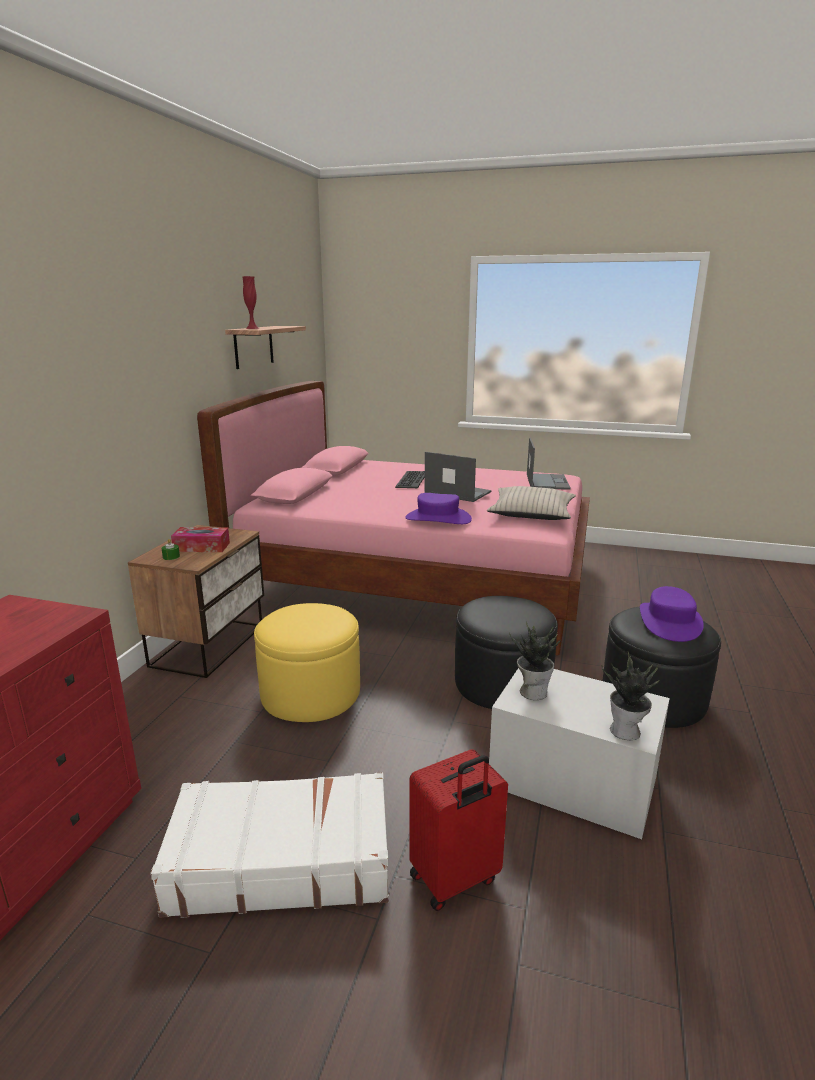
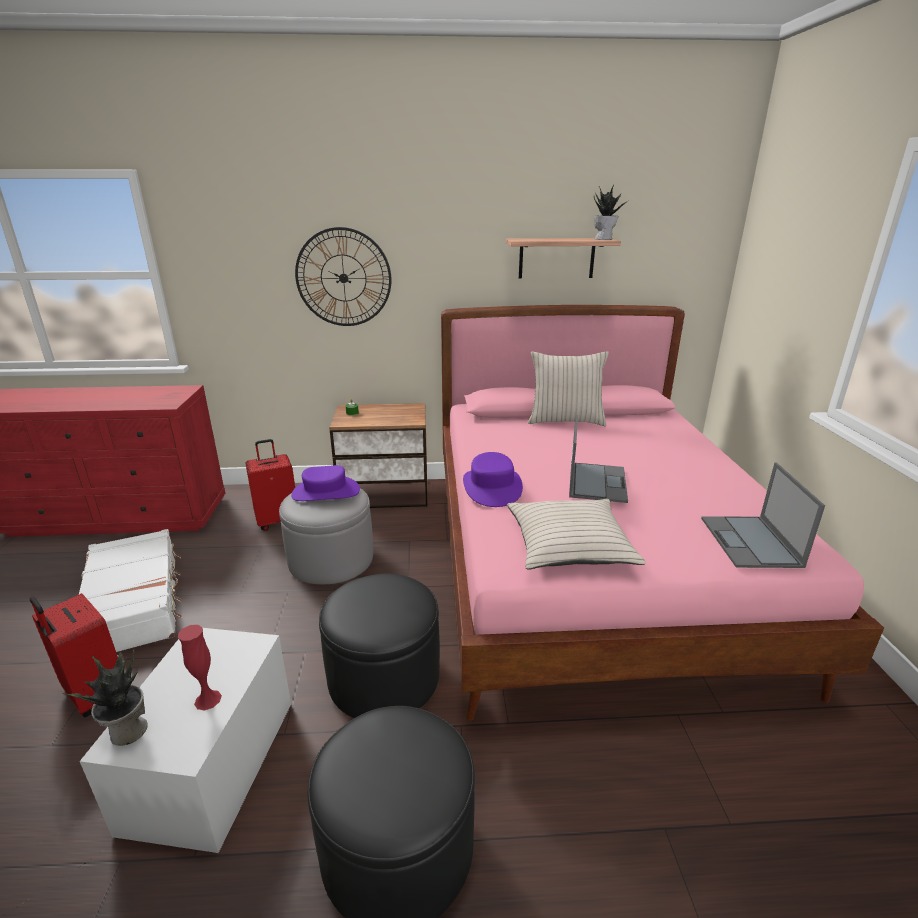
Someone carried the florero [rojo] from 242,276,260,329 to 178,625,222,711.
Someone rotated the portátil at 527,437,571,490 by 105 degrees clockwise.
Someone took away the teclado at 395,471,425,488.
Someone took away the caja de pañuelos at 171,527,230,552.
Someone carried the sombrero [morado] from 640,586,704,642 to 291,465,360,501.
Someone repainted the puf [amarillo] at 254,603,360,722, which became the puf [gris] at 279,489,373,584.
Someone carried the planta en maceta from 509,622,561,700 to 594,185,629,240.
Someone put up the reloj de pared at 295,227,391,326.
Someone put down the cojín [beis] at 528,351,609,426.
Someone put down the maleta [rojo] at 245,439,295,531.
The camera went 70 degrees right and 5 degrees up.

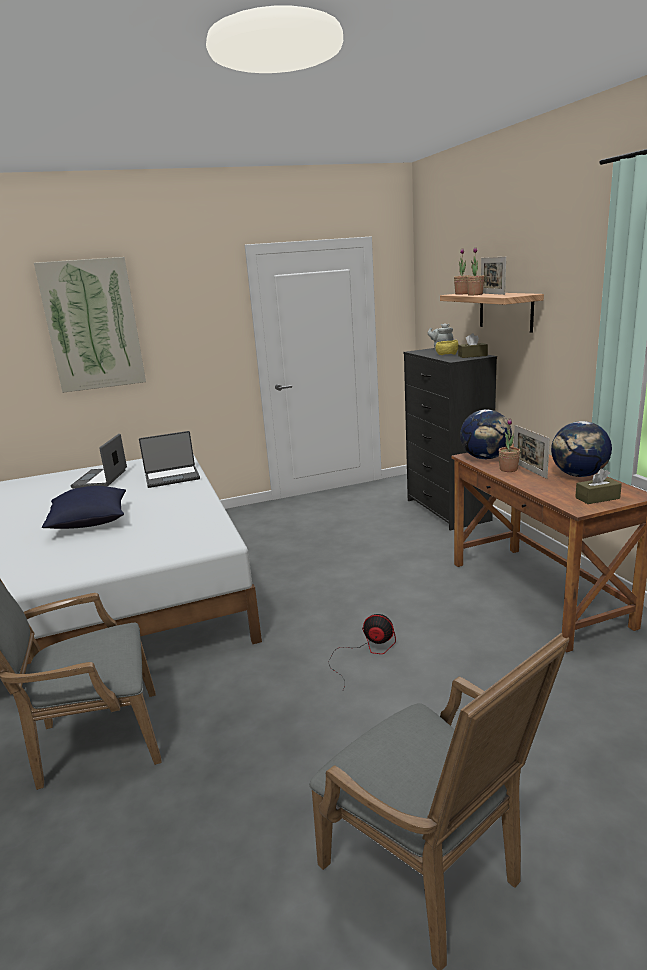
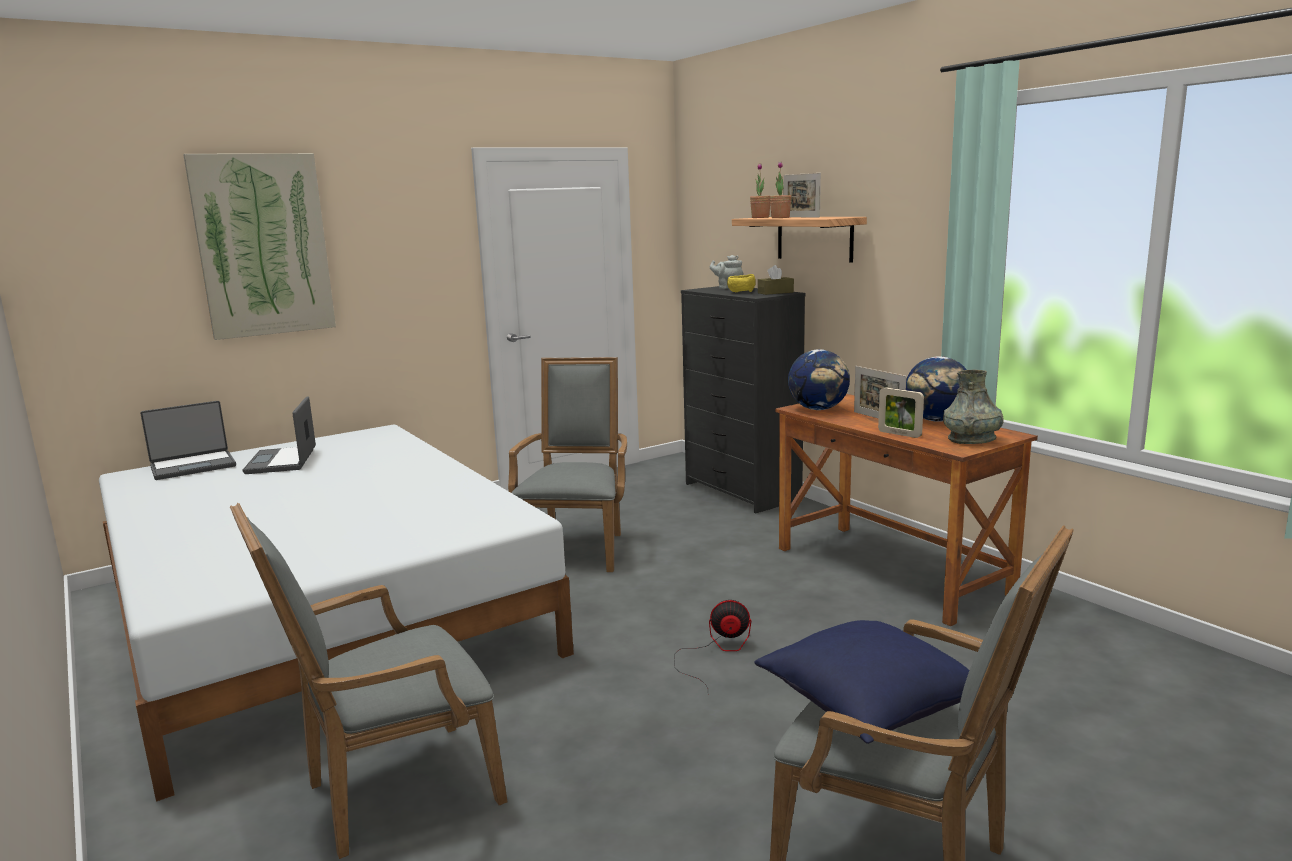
Someone took away the planta en maceta at 499,418,520,472.
Someone carried the portátil from 139,431,200,488 to 140,401,236,480.
Someone swapped the caja de pañuelos [marrón] at 575,469,622,504 for the florero [gris] at 943,370,1004,444.
Someone carried the cojín [azul] from 42,486,126,529 to 754,620,969,744.
Someone put down the sillón [gris] at 508,357,627,572.
Someone put down the portarretratos at 878,387,924,438.
The camera went 15 degrees left and 5 degrees down.

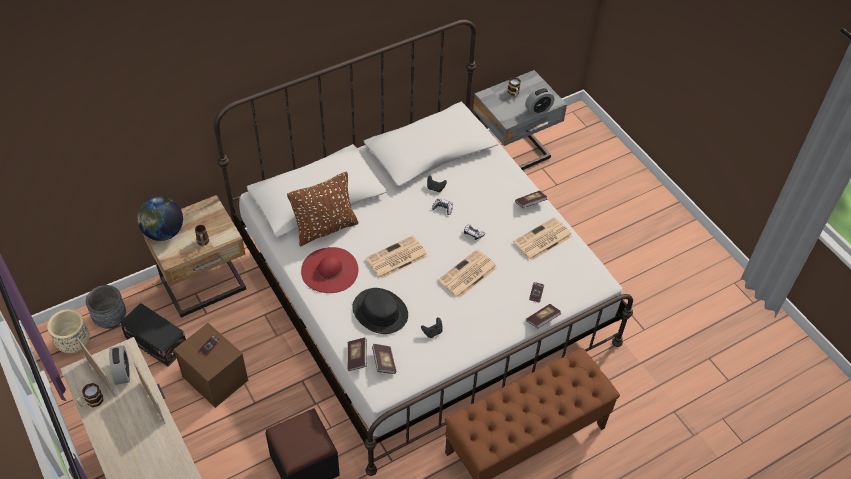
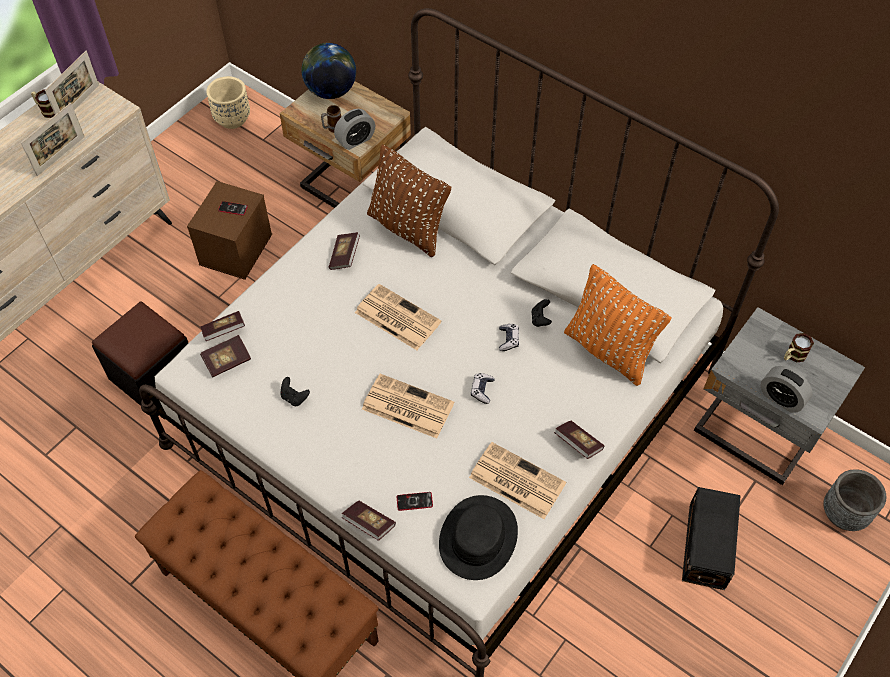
Someone swapped the sombrero [rojo] at 301,247,358,293 for the libro at 329,232,360,270.
Someone carried the maceta [gris] from 86,285,126,329 to 823,469,886,531.
Someone carried the sombrero [negro] from 352,288,408,334 to 439,495,518,580.
Someone carried the caja de almacenaje [negro] from 120,303,186,367 to 682,487,741,590.
Someone carried the despertador from 109,345,130,385 to 334,109,375,150.
Someone put down the cojín [naranja] at 564,264,672,386.
The camera went 70 degrees right and 5 degrees up.

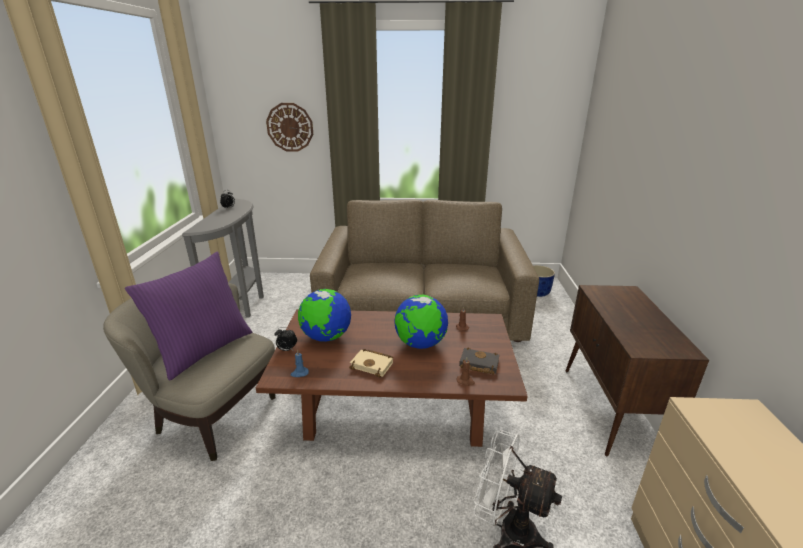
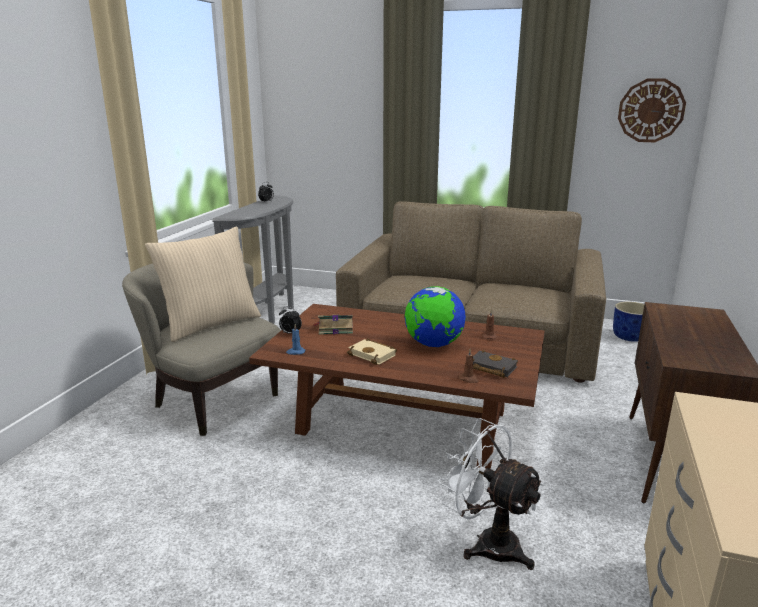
Someone carried the reloj de pared from 266,103,313,152 to 618,78,686,142.
Someone repainted the cojín [morado] at 125,252,252,381, which became the cojín [beis] at 145,227,261,342.
Someone swapped the globo terráqueo at 298,289,351,342 for the libro at 313,314,353,335.
The camera went 15 degrees right and 5 degrees down.

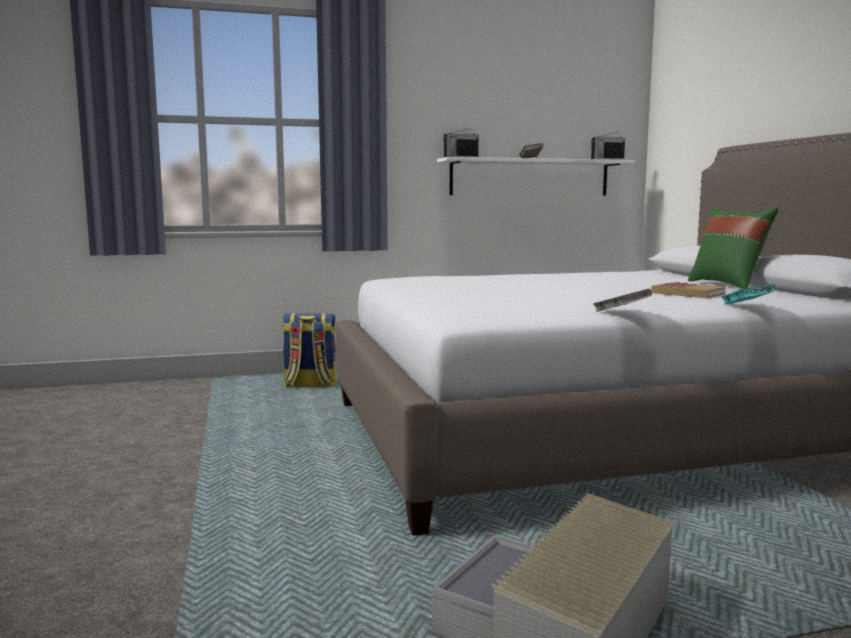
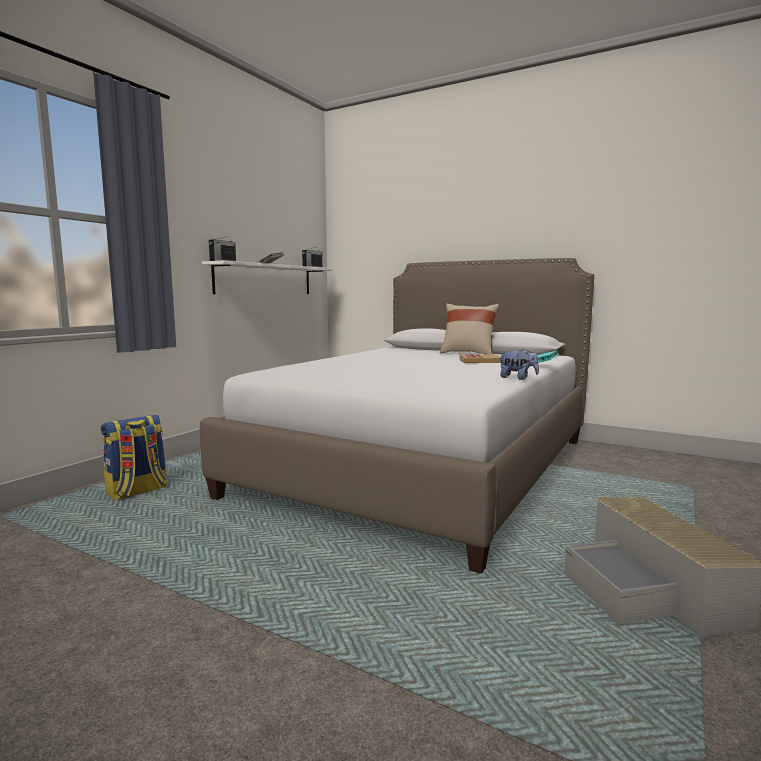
Someone repainted the cojín [verde] at 688,207,778,289, which became the cojín [beis] at 440,303,499,355.
Someone swapped the libro [gris] at 593,289,652,312 for the peluche at 499,349,539,380.
The camera went 45 degrees left and 0 degrees up.

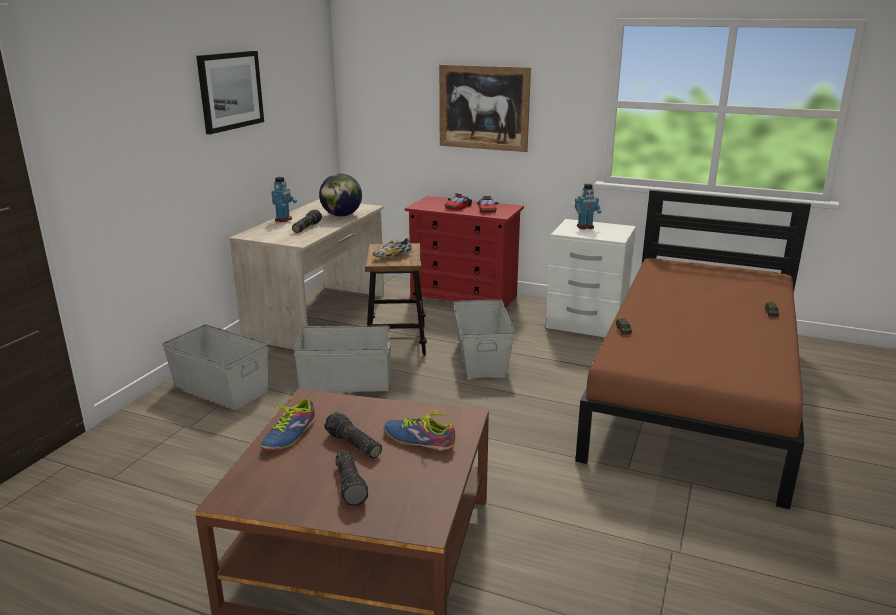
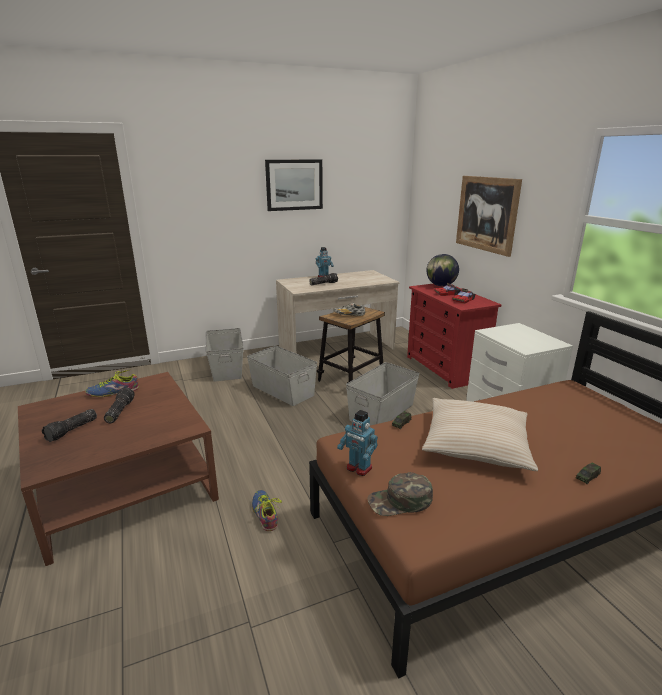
Someone carried the globo terráqueo from 319,173,362,216 to 427,254,459,286.
Someone carried the robot de juguete from 575,184,601,229 to 337,410,378,476.
Someone carried the zapato from 384,410,455,451 to 252,490,282,531.
Someone put down the cojín [beis] at 422,398,538,471.
Someone put down the gorra [verde] at 367,472,433,516.
The camera went 45 degrees right and 0 degrees up.

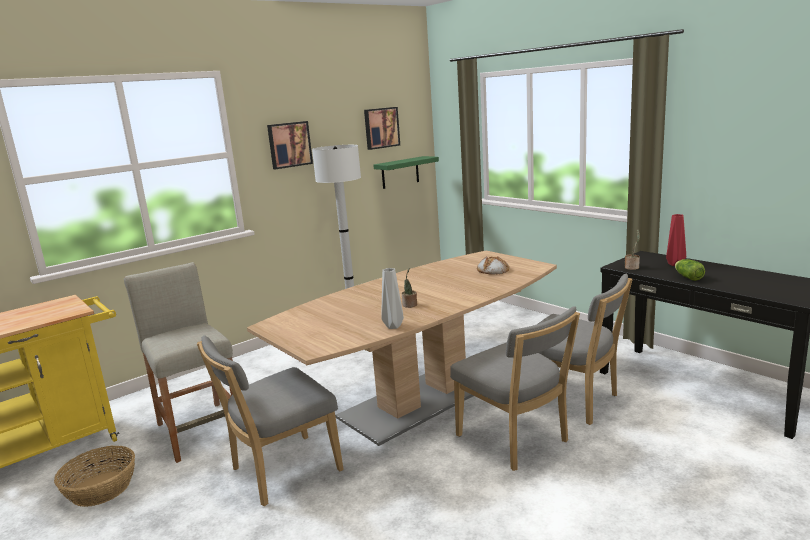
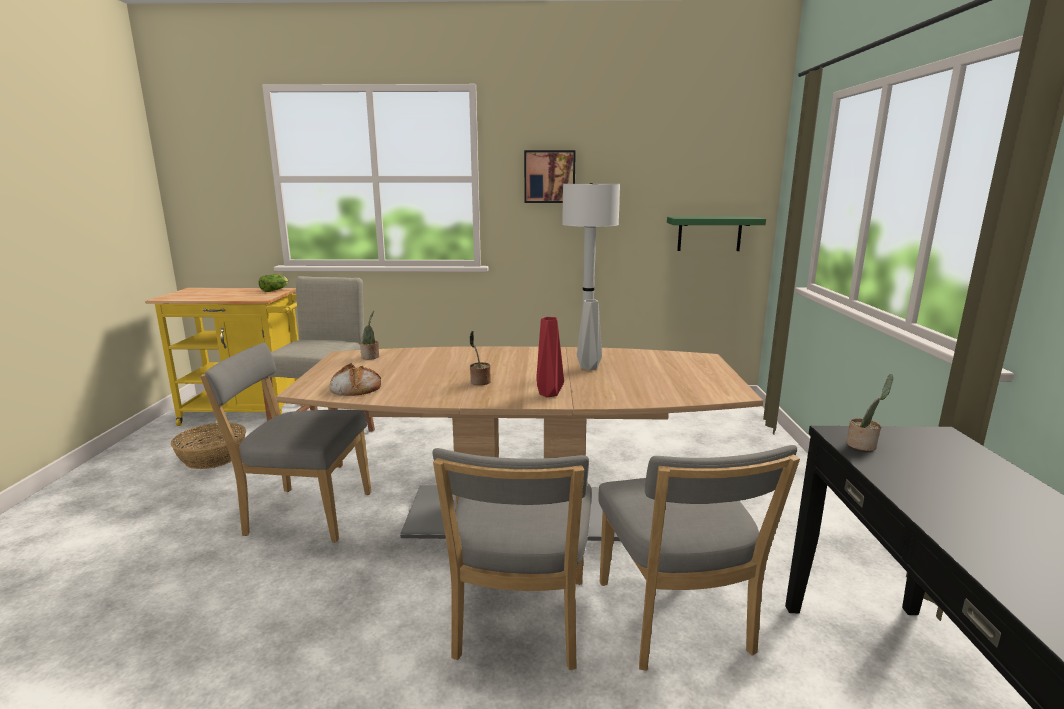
Someone took away the cuadro at 364,107,400,150.
Someone carried the florero [rojo] from 666,214,686,266 to 536,317,564,397.
Someone carried the pan from 477,256,509,275 to 329,363,381,396.
Someone carried the lechuga from 675,259,705,281 to 258,274,289,292.
Someone carried the florero [gris] from 381,268,404,329 to 577,299,602,370.
Someone put down the planta en maceta at 360,311,379,360.
The camera went 40 degrees right and 0 degrees up.

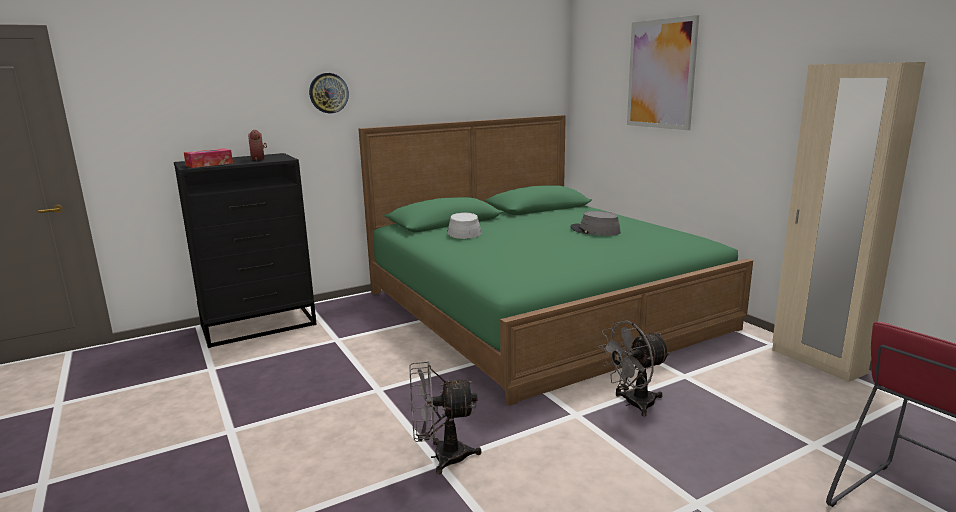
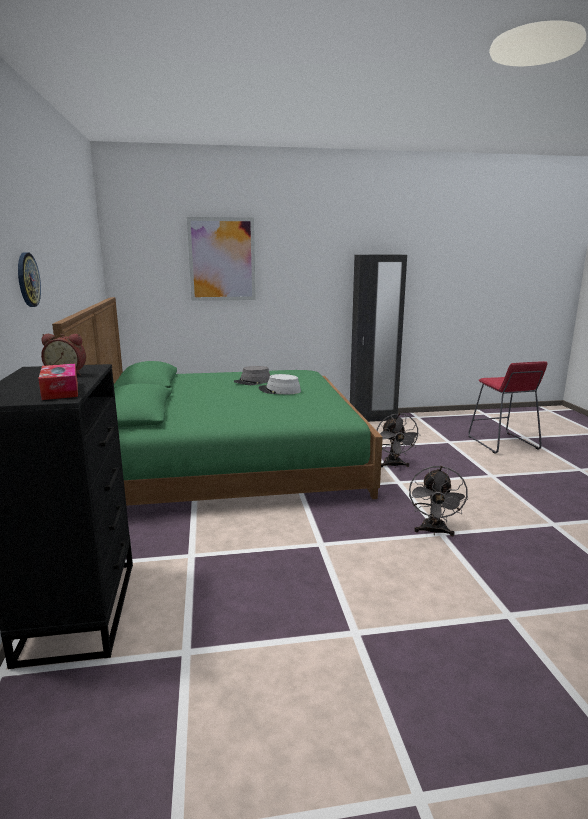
Someone repainted the armario ropero [beis] at 772,62,925,382, which became the armario ropero [negro] at 350,255,407,422.
Someone carried the sombrero [gris] from 448,213,481,239 to 259,374,301,394.
The camera went 70 degrees left and 0 degrees up.

